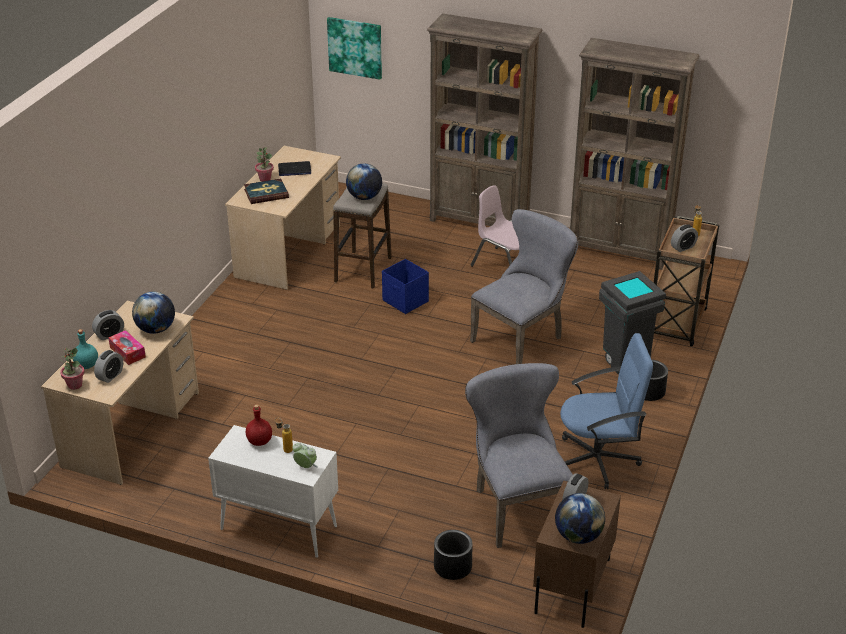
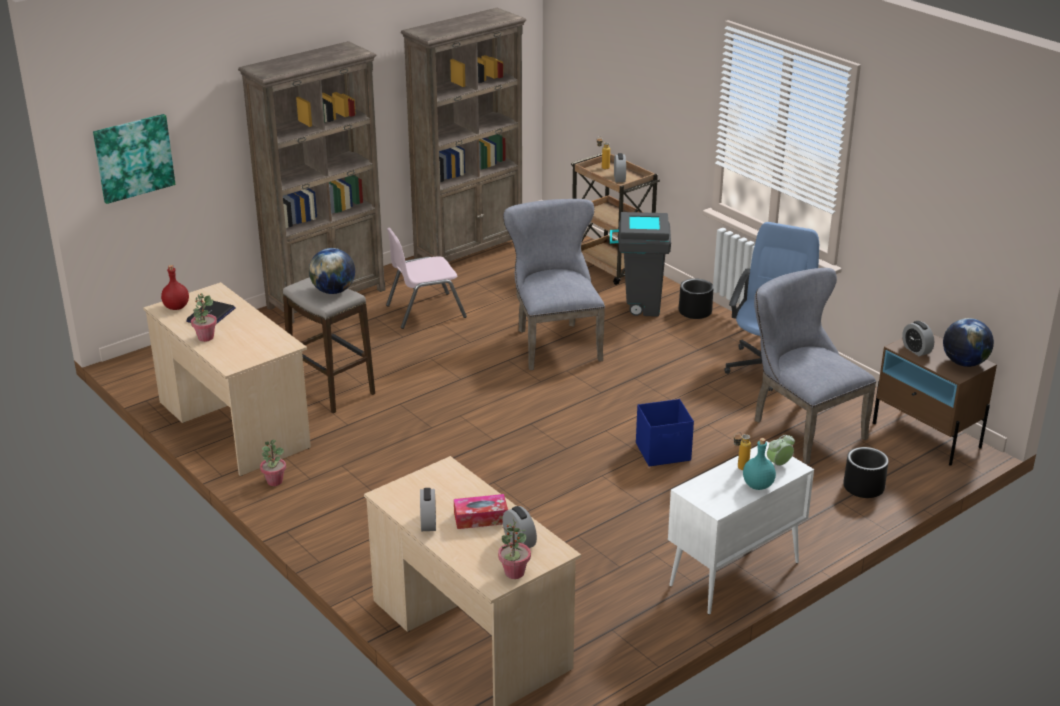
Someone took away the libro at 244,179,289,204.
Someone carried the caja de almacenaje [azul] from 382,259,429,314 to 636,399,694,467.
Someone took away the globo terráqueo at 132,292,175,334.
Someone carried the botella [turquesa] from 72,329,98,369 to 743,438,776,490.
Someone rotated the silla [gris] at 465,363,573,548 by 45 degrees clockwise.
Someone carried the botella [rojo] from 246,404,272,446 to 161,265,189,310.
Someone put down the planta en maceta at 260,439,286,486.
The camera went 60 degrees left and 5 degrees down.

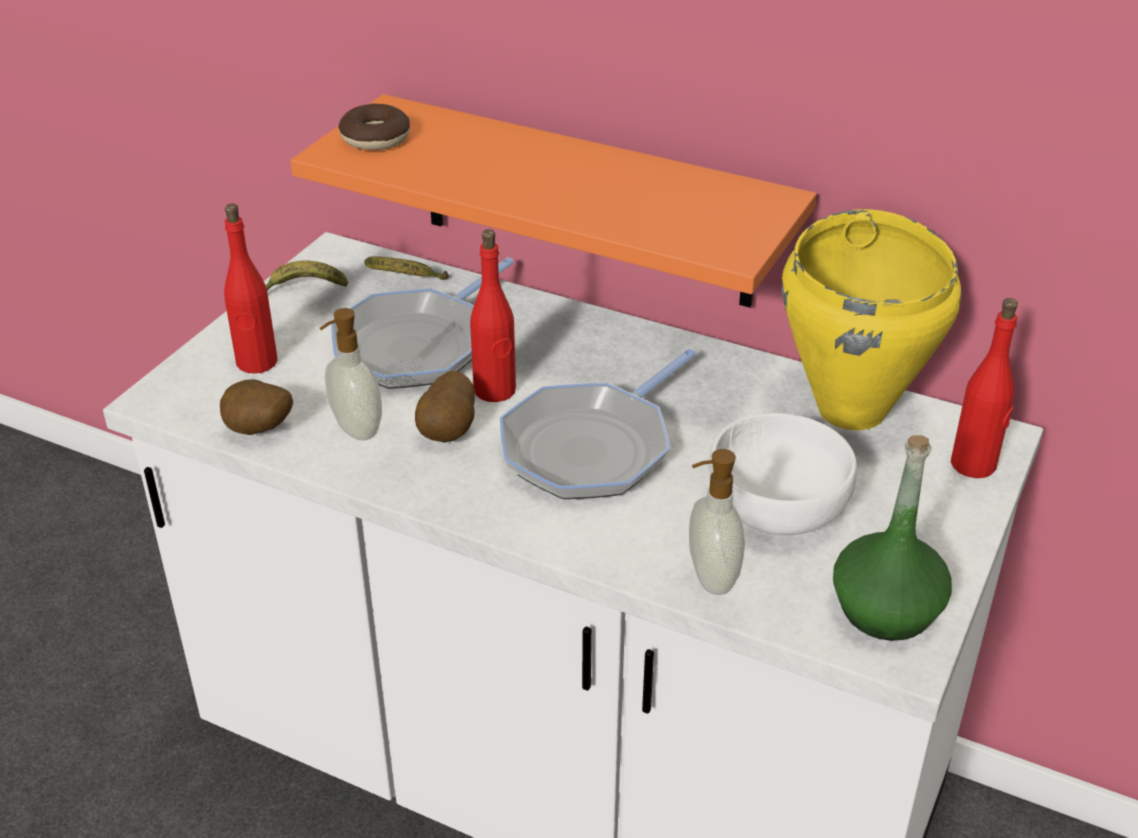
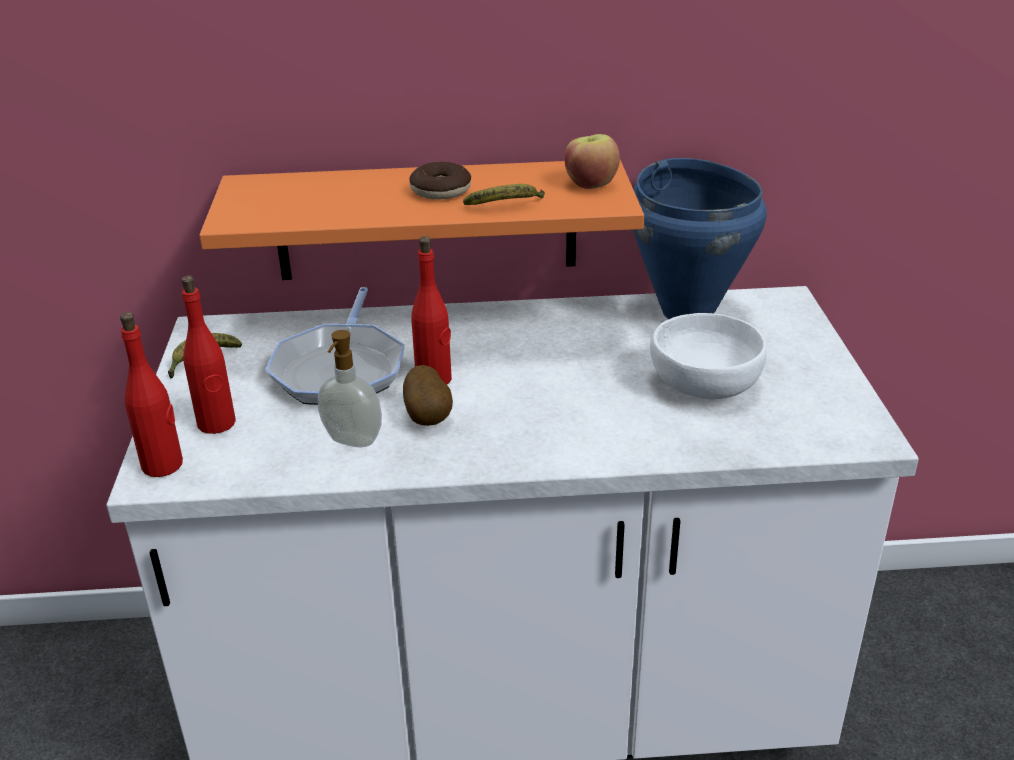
Someone carried the rosquilla from 338,104,410,150 to 409,162,471,199.
Someone repainted the olla [amarillo] at 782,209,962,430, which became the olla [azul] at 633,158,767,319.
Someone carried the plátano from 364,256,449,280 to 463,184,545,205.
Someone carried the botella [rojo] from 951,298,1018,478 to 120,312,183,477.
Someone took away the sartén at 500,348,696,499.
Someone took away the patata at 220,379,293,435.
Someone took away the botella [verde] at 833,435,952,641.
Someone took away the dispensador de jabón at 689,449,745,595.
Someone put down the manzana at 565,134,620,189.
The camera went 30 degrees left and 5 degrees down.

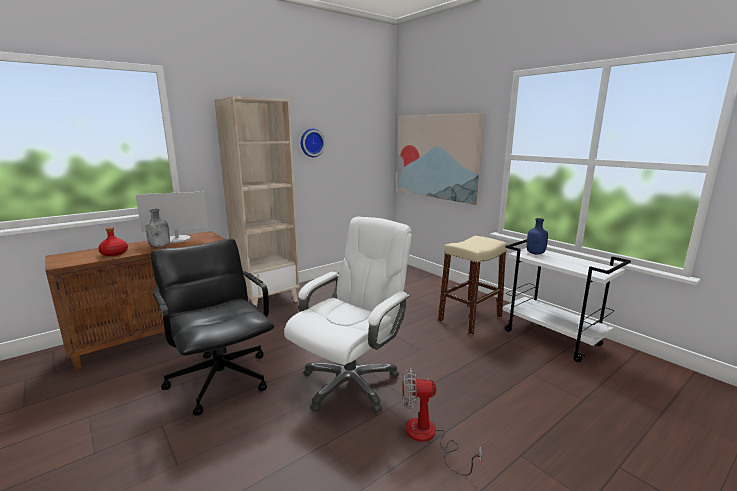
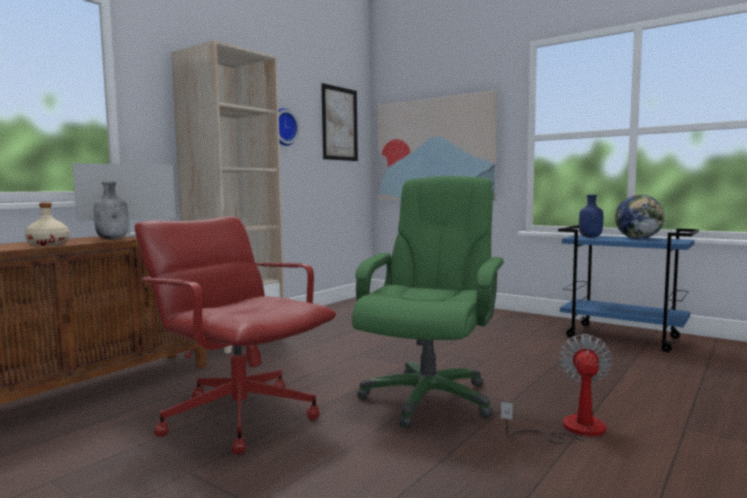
Someone repainted the silla de oficina [blanco] at 284,217,412,413, which became the silla de oficina [verde] at 352,176,504,428.
Someone repainted the botella [rojo] at 98,227,128,256, which became the botella [beis] at 25,202,70,246.
Someone took away the taburete [beis] at 438,236,507,335.
Someone repainted the silla de oficina [negro] at 151,239,274,416, which became the silla de oficina [rojo] at 135,216,336,455.
Someone repainted the carrito [blanco] at 502,239,631,362, which became the carrito [azul] at 558,225,699,352.
Someone rotated the ventilador at 403,368,482,476 by 120 degrees clockwise.
Someone put up the cuadro at 321,83,358,161.
Someone put down the globo terráqueo at 615,195,665,239.
The camera went 15 degrees left and 10 degrees down.

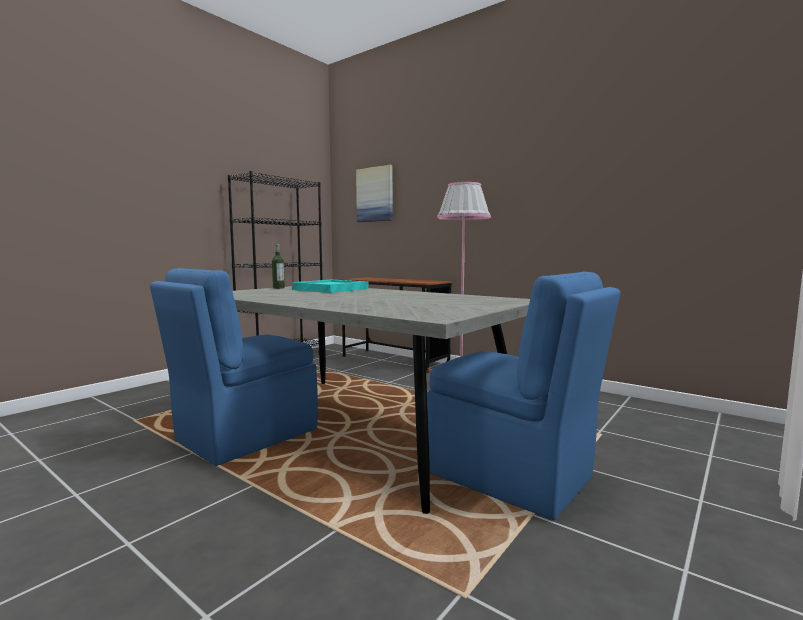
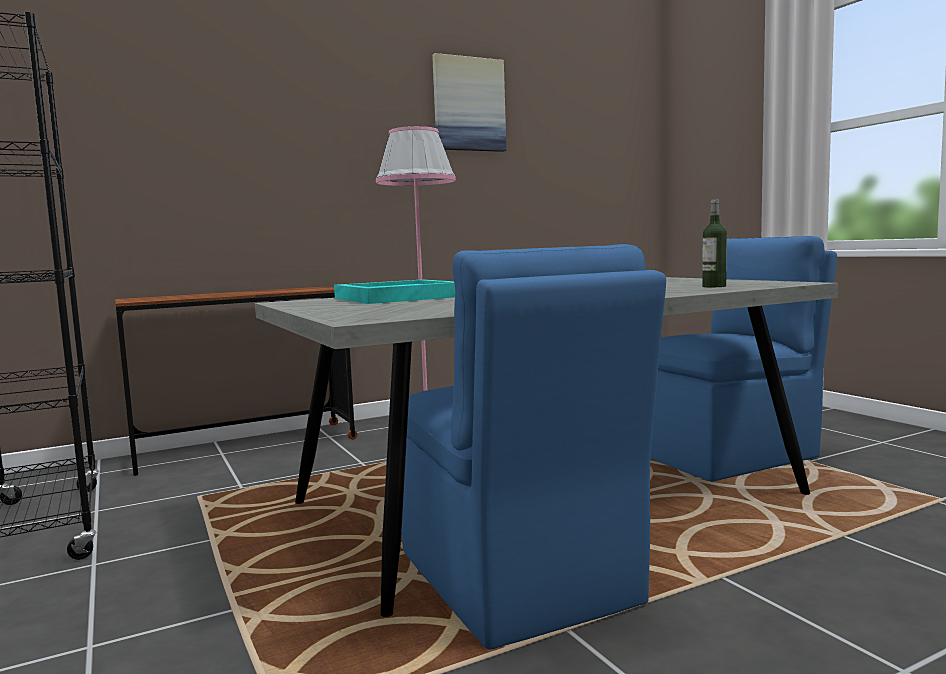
Someone carried the cuadro from 356,165,393,222 to 432,53,506,152.
Someone carried the botella from 272,244,285,289 to 702,199,727,287.
The camera went 65 degrees left and 0 degrees up.

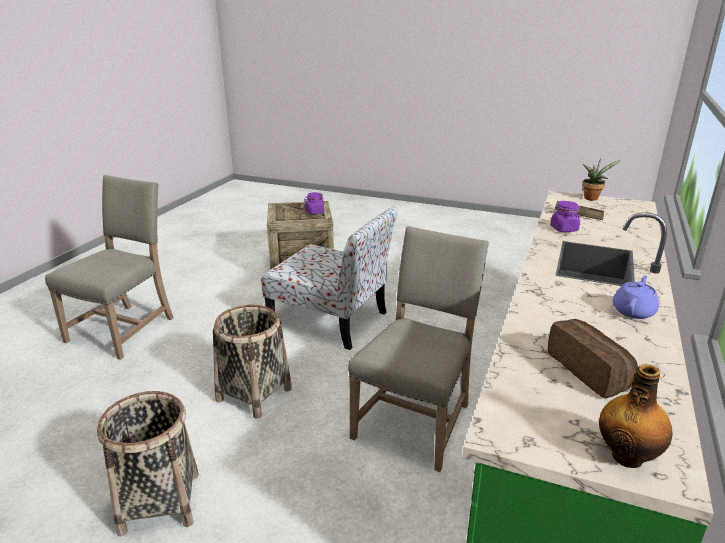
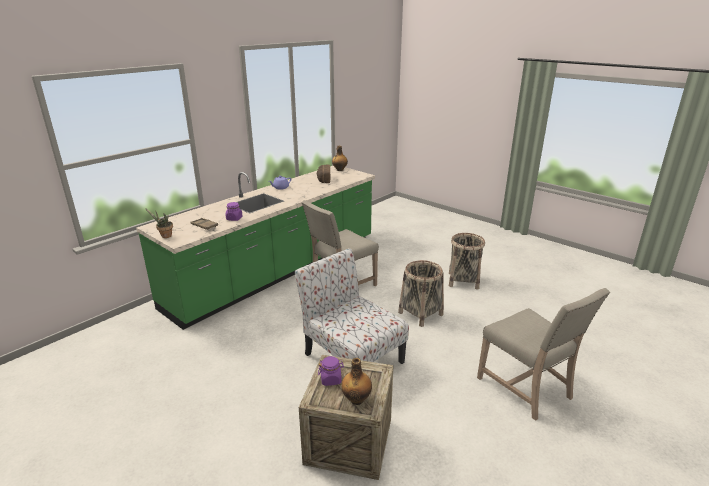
Someone rotated the silla [beis] at 45,175,174,360 by 75 degrees counterclockwise.
Someone put down the botella at 341,358,372,405.
The camera went 160 degrees left and 0 degrees up.

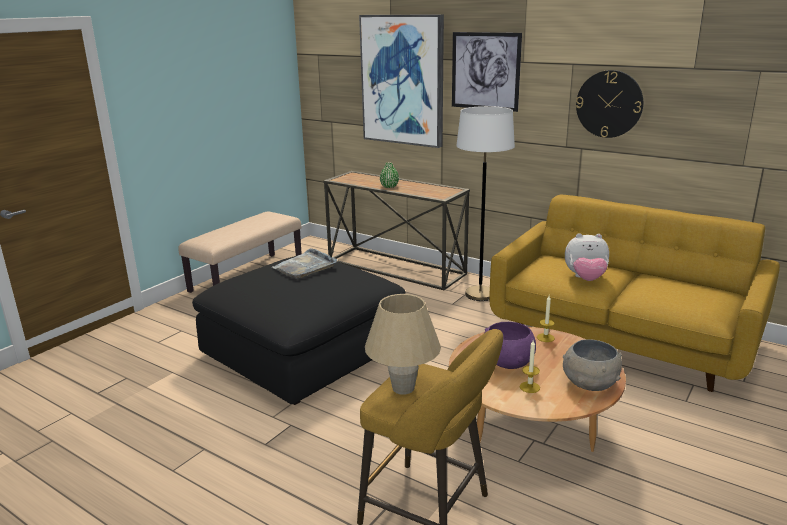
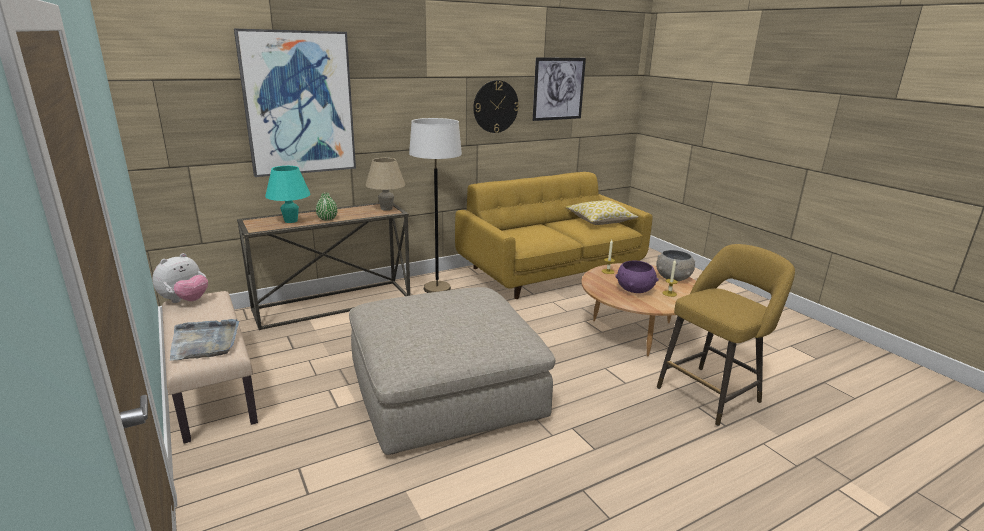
Someone carried the cuadro from 452,32,522,112 to 533,57,586,121.
Someone carried the peluche from 565,233,609,281 to 152,253,208,303.
Someone carried the bandeja [gris] from 272,248,337,279 to 170,319,239,361.
Someone repainted the puf [negro] at 192,256,406,405, which became the puf [beis] at 349,287,556,455.
Someone carried the lámpara de mesa [beis] from 365,294,441,395 to 366,158,405,211.
Someone put down the lámpara de mesa [turquesa] at 265,166,310,223.
Someone put down the cojín at 566,200,638,225.
The camera went 65 degrees left and 0 degrees up.

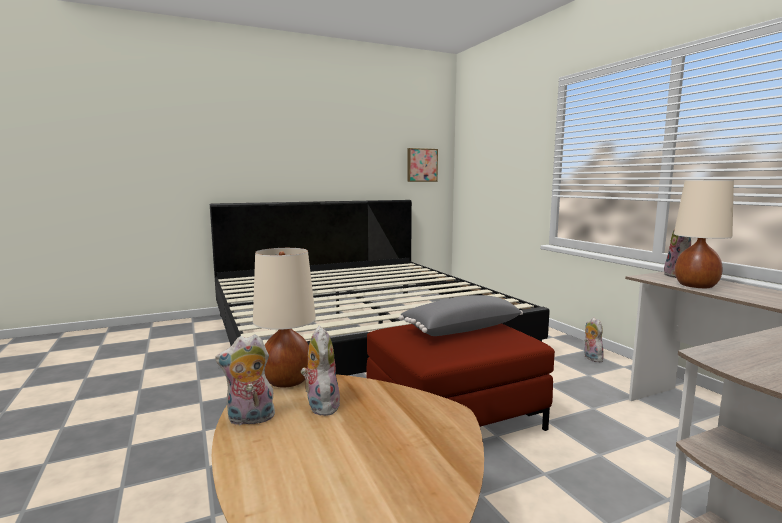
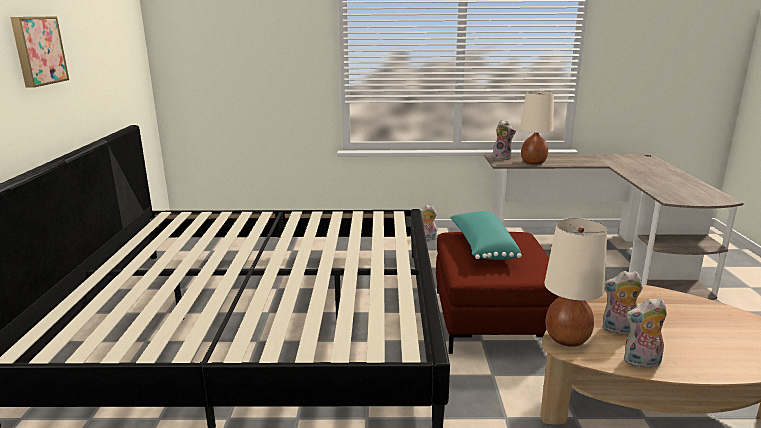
Someone carried the cuadro from 407,148,438,182 to 10,17,69,88.
Someone repainted the cojín [gris] at 399,295,523,336, which became the cojín [turquesa] at 450,211,522,260.
Someone rotated the peluche at 215,334,276,425 by 75 degrees clockwise.
The camera went 65 degrees left and 10 degrees up.

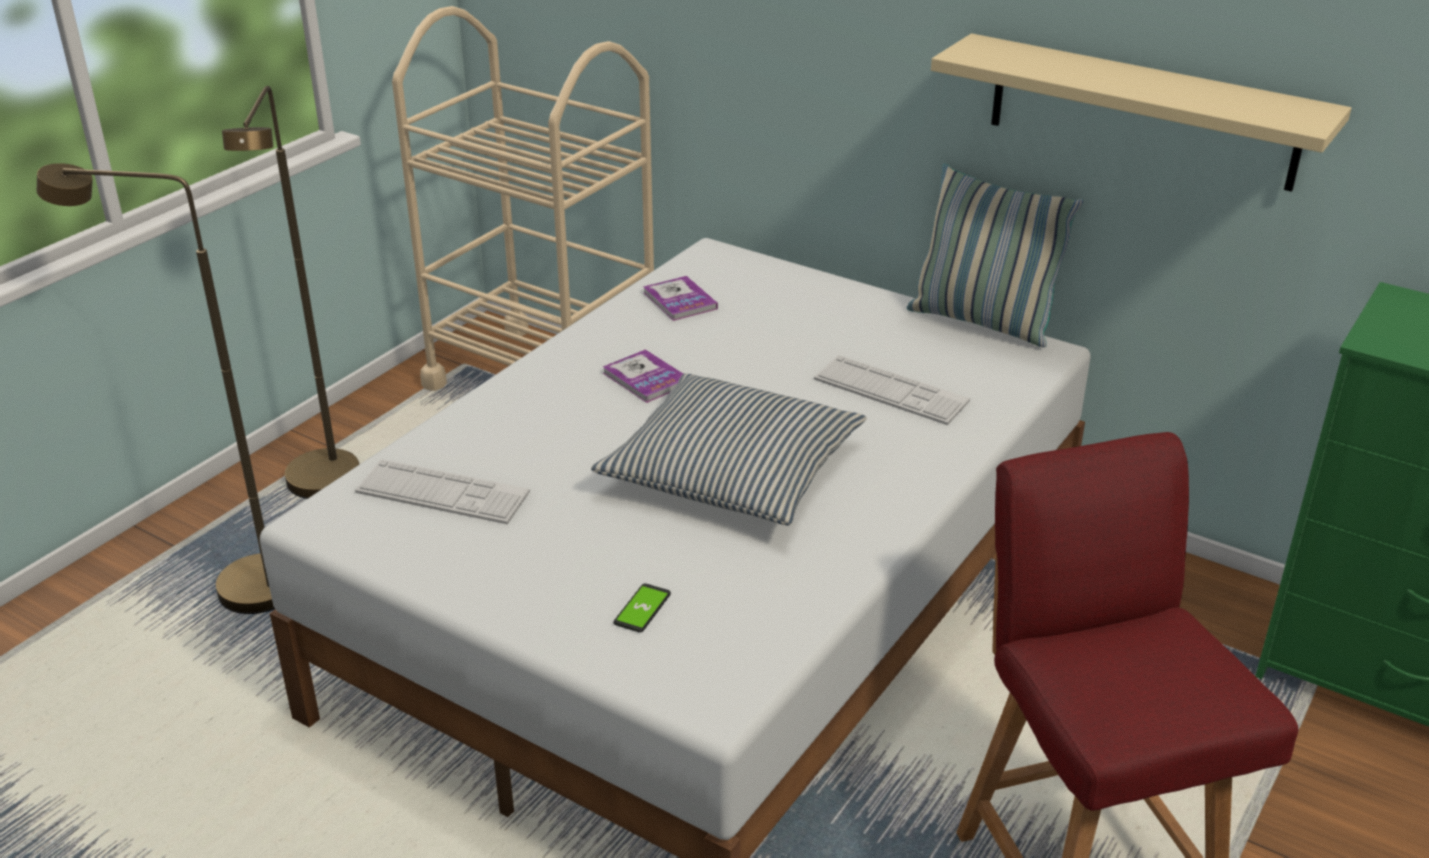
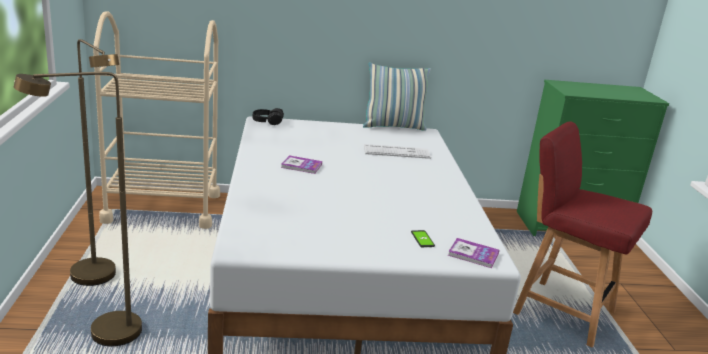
Someone took away the estante [beis] at 931,33,1351,192.
Someone carried the libro from 643,276,718,321 to 448,238,499,268.
Someone took away the cojín at 591,373,867,525.
Someone took away the teclado at 355,459,530,524.
Someone put down the auriculares [negro] at 253,108,284,125.
The camera went 40 degrees left and 10 degrees down.

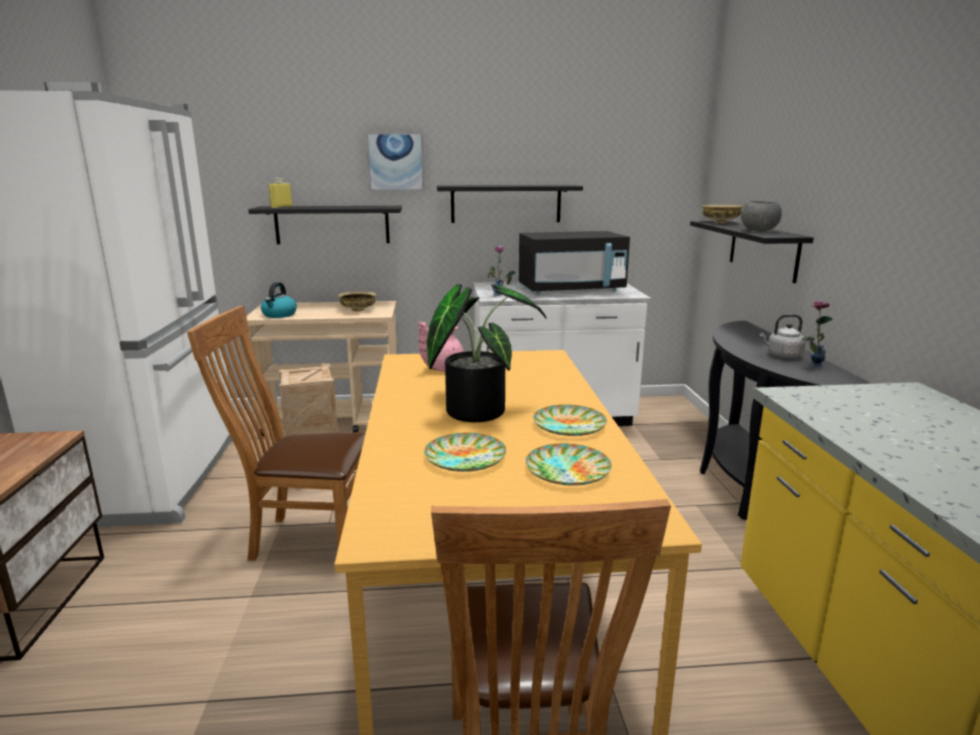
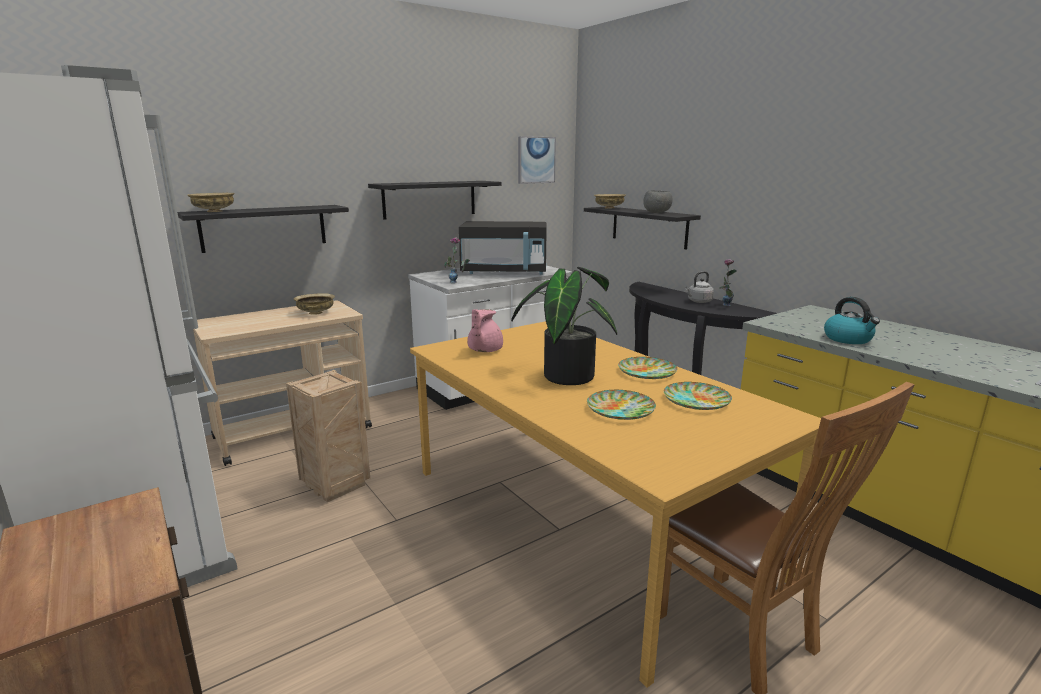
Someone carried the cuadro from 366,133,424,191 to 518,136,556,184.
Someone swapped the botella [amarillo] at 269,177,292,208 for the cuenco [beis] at 187,193,235,212.
Someone rotated the microondas [negro] at 519,231,630,294 by 45 degrees clockwise.
Someone carried the hervidor from 261,282,297,318 to 824,297,880,344.
Someone took away the silla [marrón] at 187,306,366,561.
The camera went 30 degrees left and 0 degrees up.

